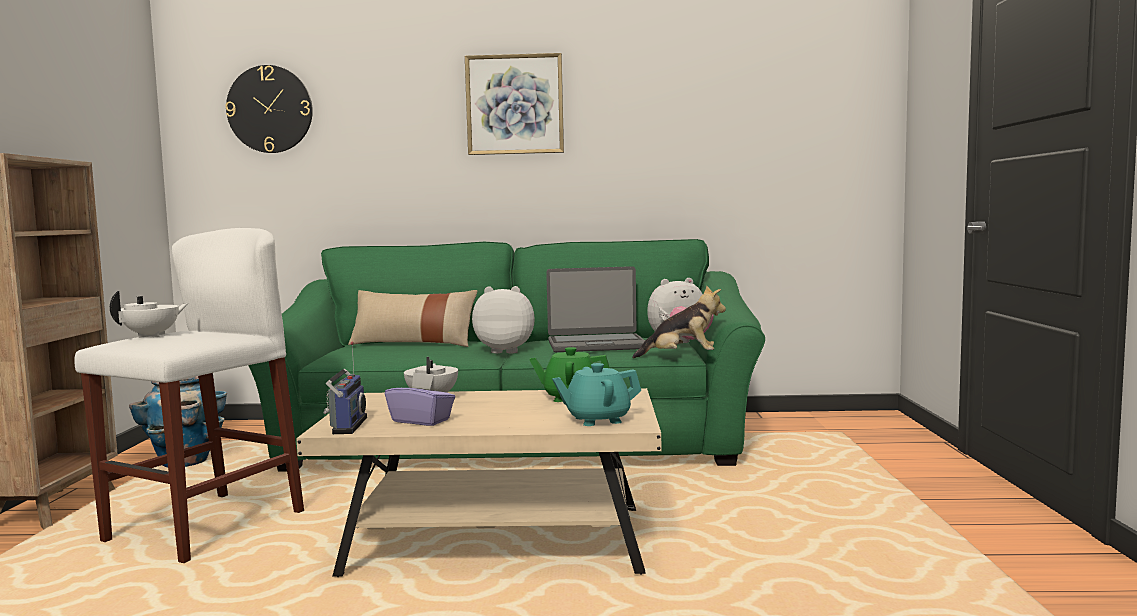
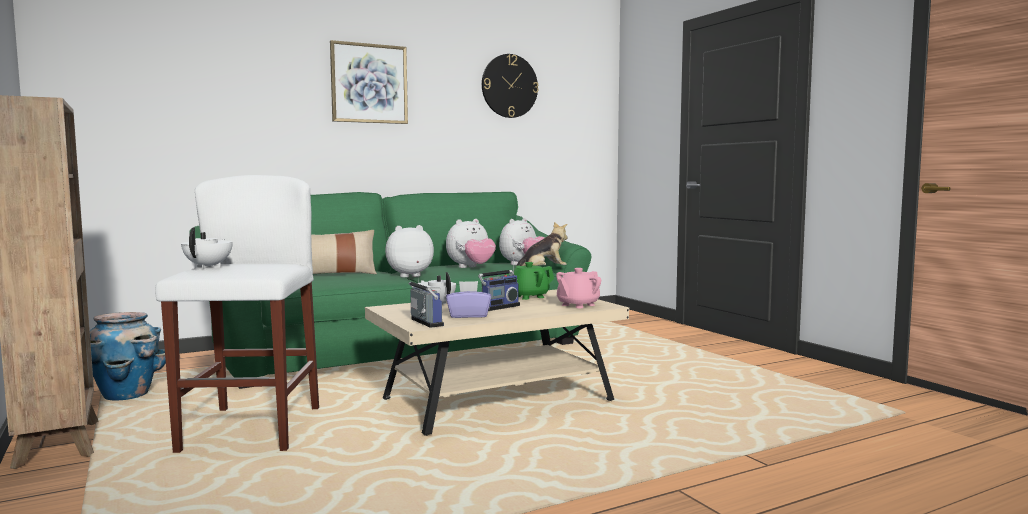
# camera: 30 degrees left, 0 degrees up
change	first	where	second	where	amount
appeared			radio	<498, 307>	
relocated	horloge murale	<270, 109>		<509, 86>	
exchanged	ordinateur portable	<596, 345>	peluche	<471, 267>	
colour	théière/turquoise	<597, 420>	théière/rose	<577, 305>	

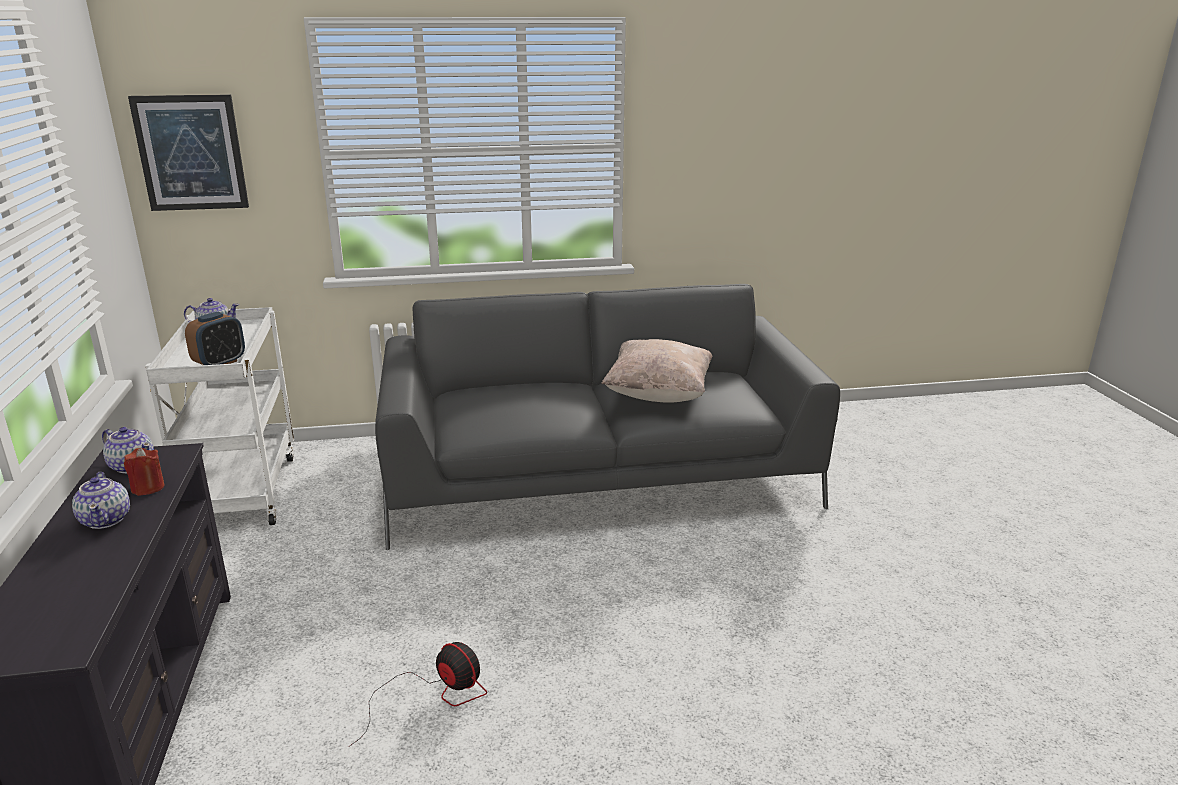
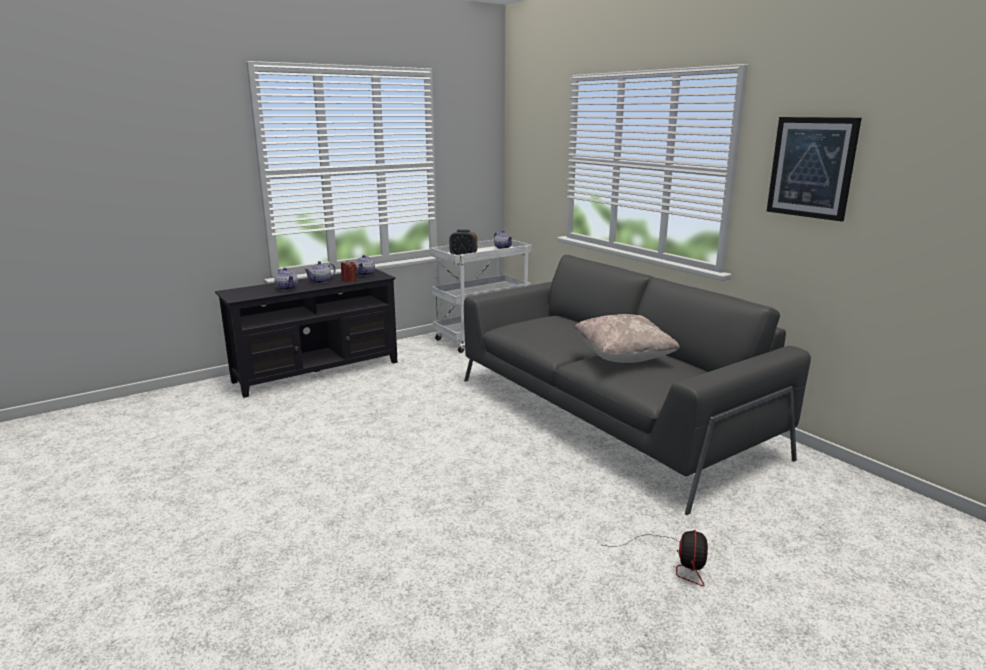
# camera: 65 degrees right, 5 degrees down
change	first	where	second	where	amount
appeared			théière	<287, 288>	
relocated	tableau	<191, 153>		<812, 167>	
relocated	ventilateur	<434, 695>		<674, 562>	

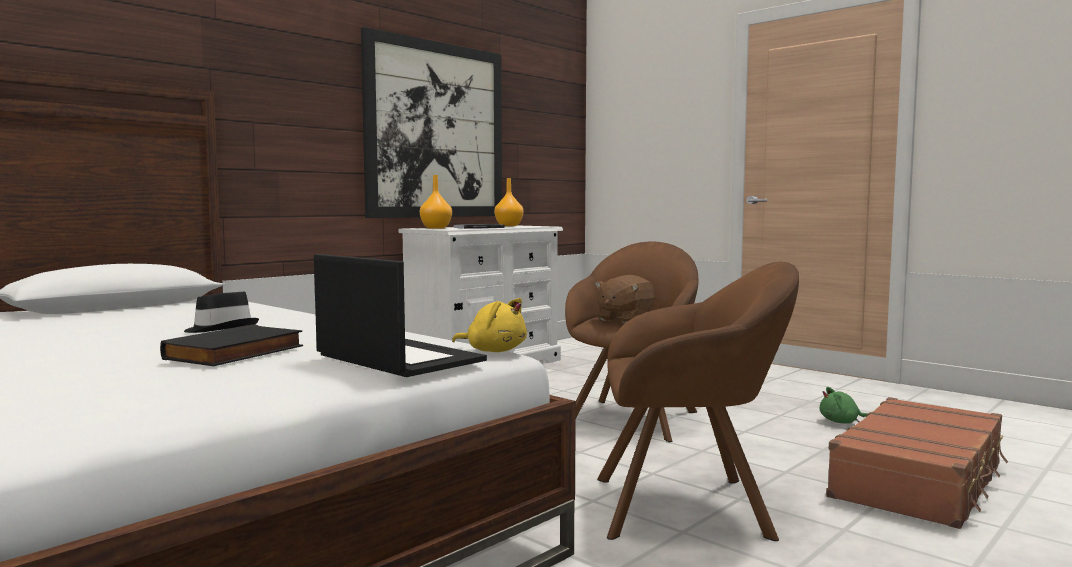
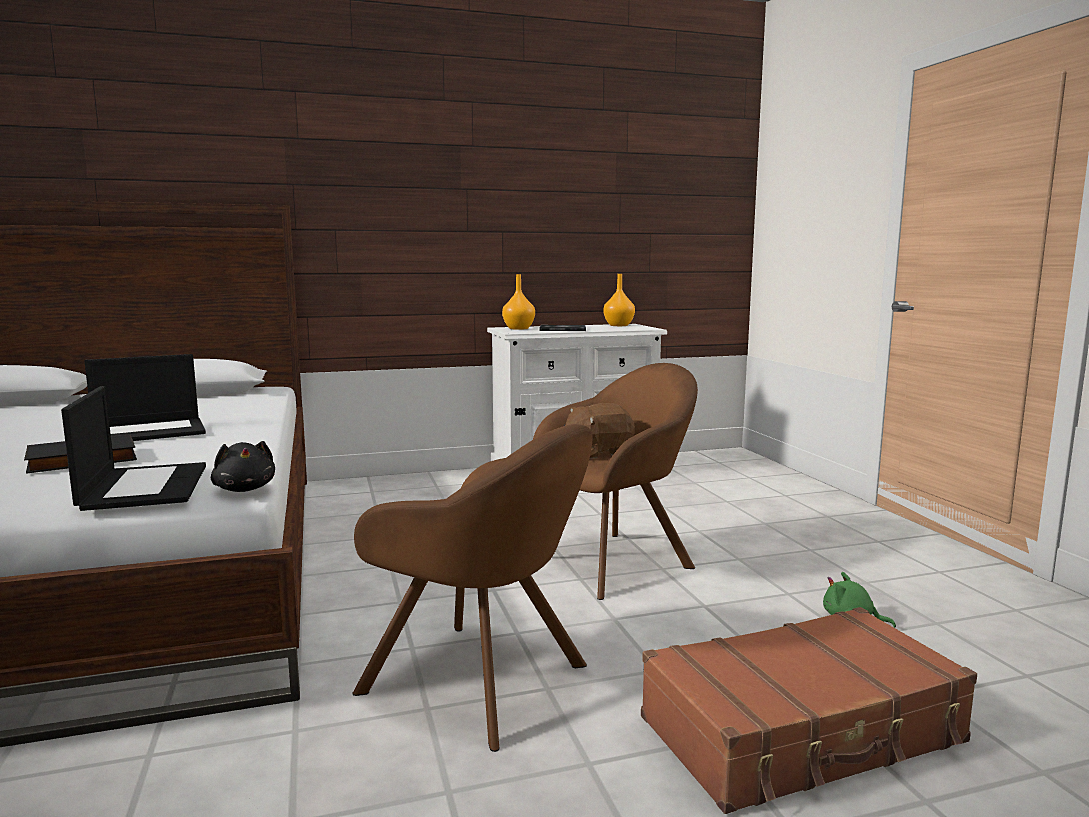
# camera: 30 degrees right, 5 degrees up
change	first	where	second	where	amount
missing	tableau	<435, 130>			
exchanged	chapeau/noir	<221, 329>	ordinateur portable	<149, 431>	
colour	peluche/jaune	<494, 351>	peluche/noir	<245, 489>	

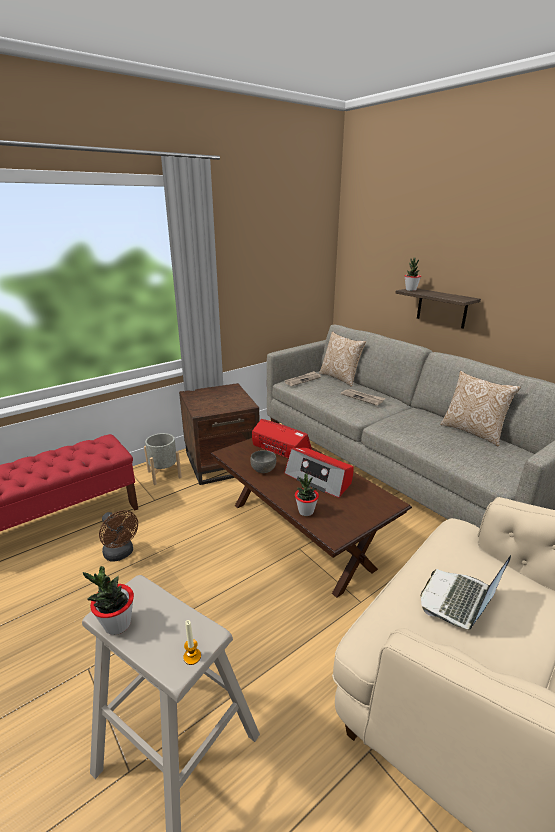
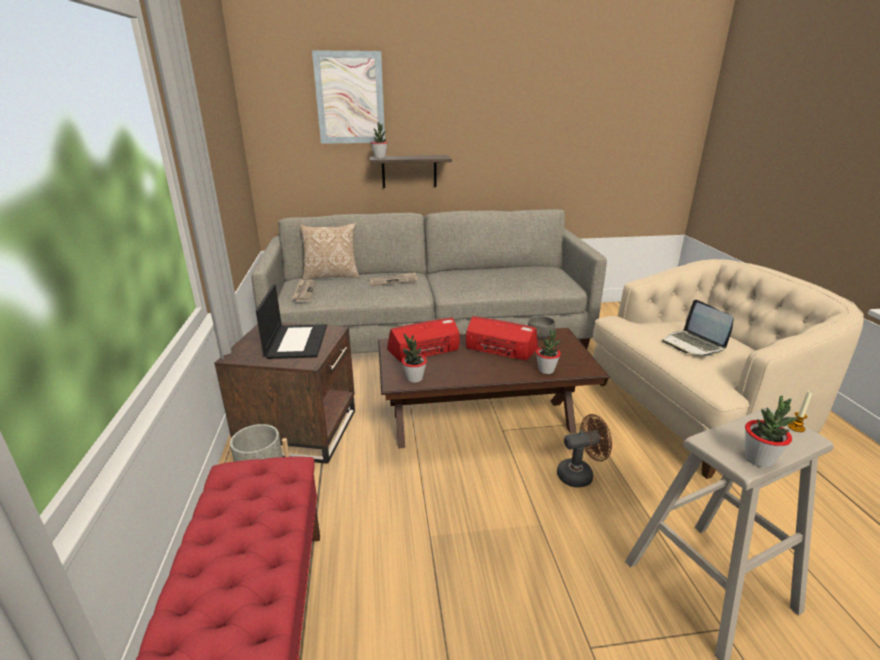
# camera: 60 degrees left, 0 degrees up
change	first	where	second	where	amount
missing	coussin	<473, 432>			
appeared			ordinateur portable	<296, 341>	
appeared			tableau	<350, 98>	
appeared			plante en pot	<414, 378>	
relocated	ventilateur/marron	<121, 554>		<580, 474>	
relocated	bol/gris	<263, 469>		<540, 335>	
spun	radio	<319, 479>		<500, 349>	135 degrees counterclockwise

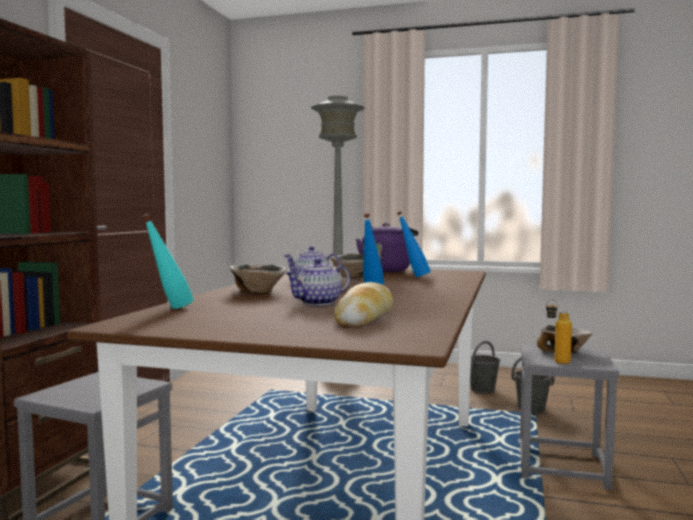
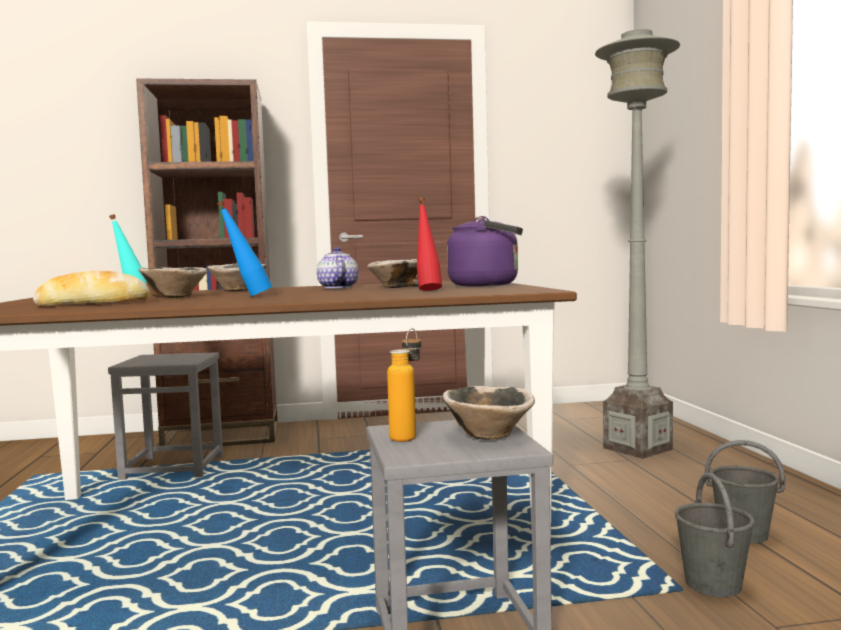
# camera: 65 degrees right, 0 degrees up
change	first	where	second	where	amount
exchanged	théière	<318, 303>	bol	<175, 297>	
colour	bouteille/bleu	<413, 277>	bouteille/rouge	<427, 290>	

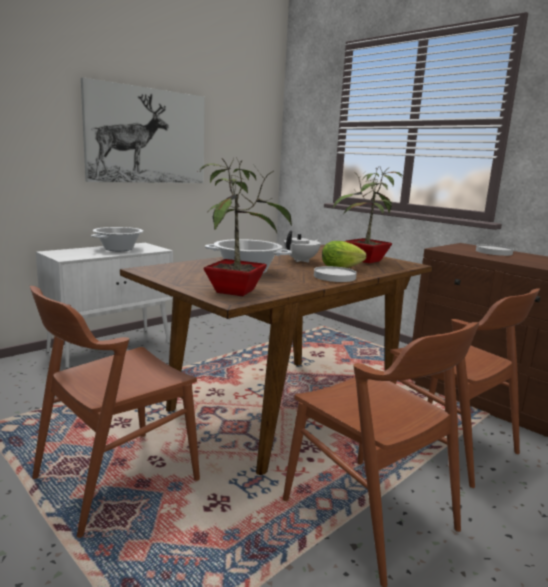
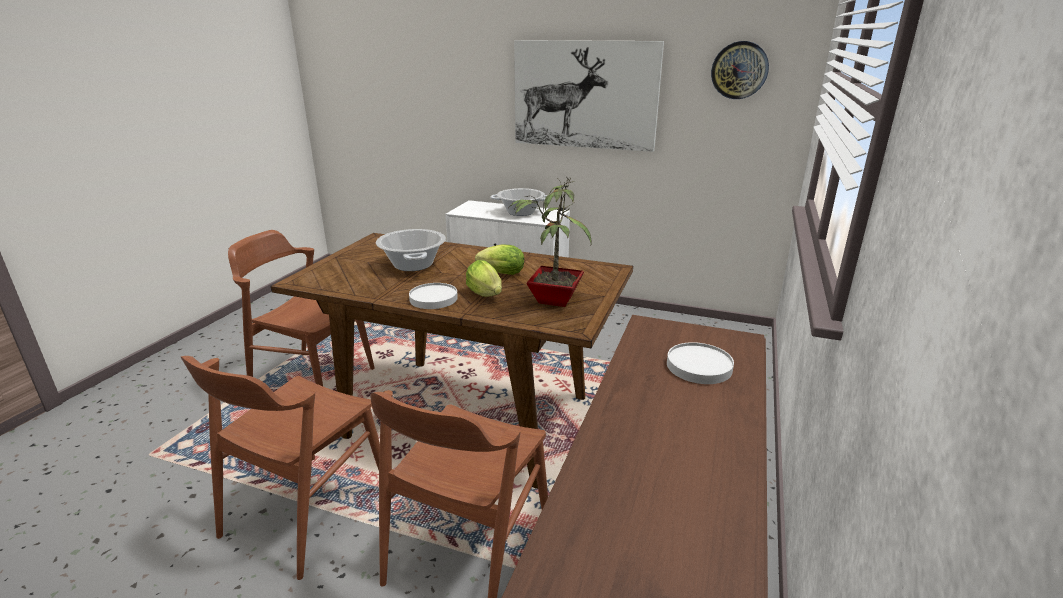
# camera: 65 degrees right, 10 degrees up
change	first	where	second	where	amount
missing	plante en pot	<236, 291>			
appeared			horloge murale	<739, 70>	
exchanged	théière/blanc	<301, 261>	laitue	<499, 273>	

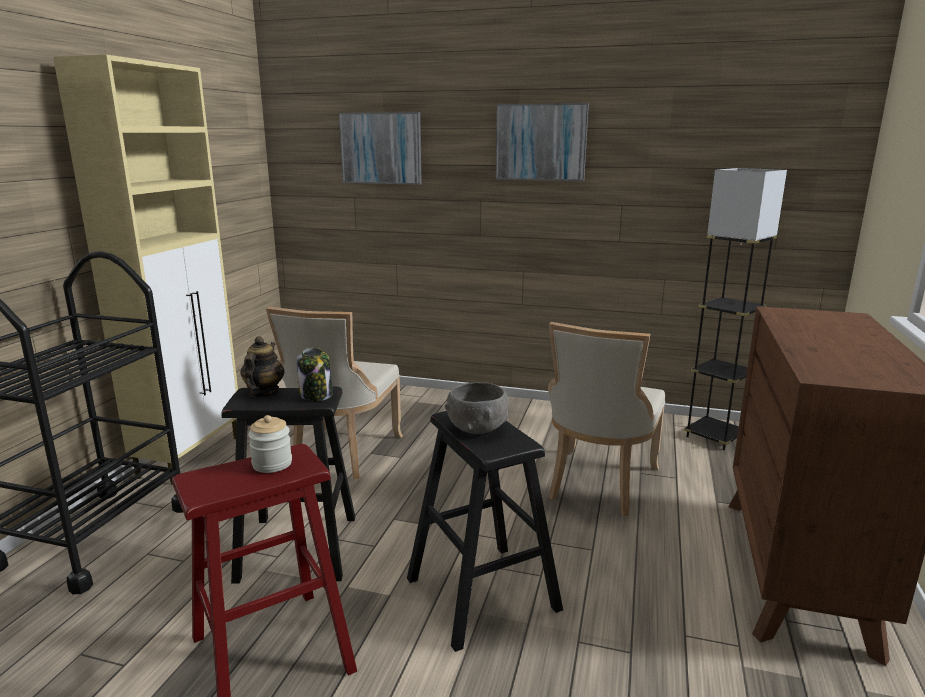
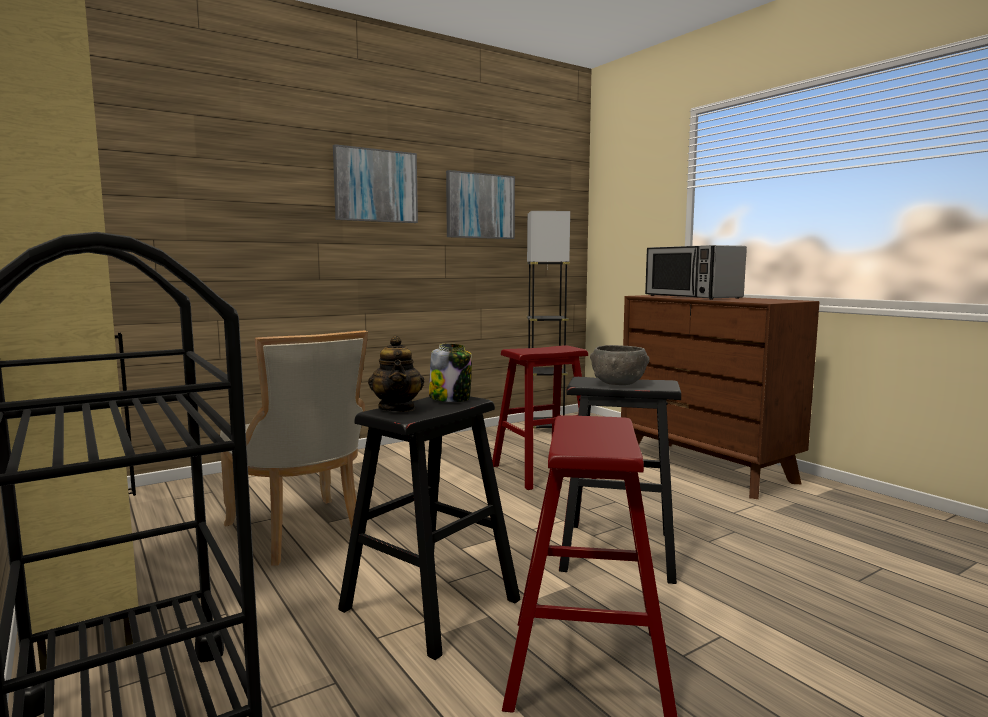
# camera: 50 degrees left, 10 degrees down
change	first	where	second	where	amount
missing	bocal	<272, 464>			
appeared			micro-ondes	<691, 297>	
relocated	tableau	<381, 148>		<480, 206>	
exchanged	chaise/beige	<599, 484>	tabouret/rouge	<542, 471>	
spun	théière	<263, 392>		<397, 408>	150 degrees counterclockwise

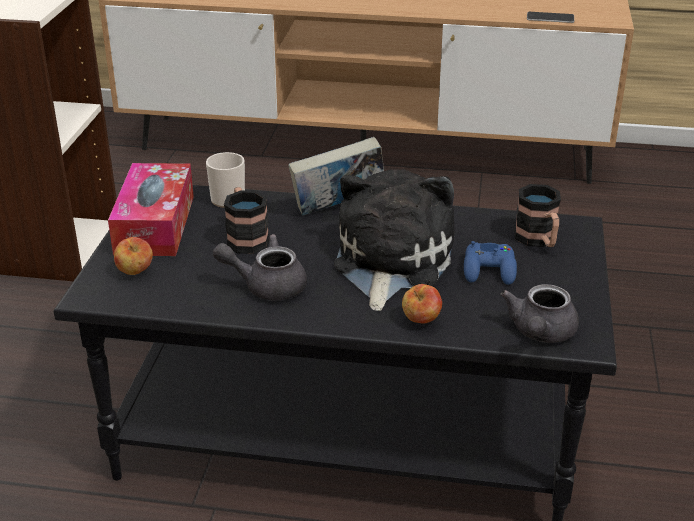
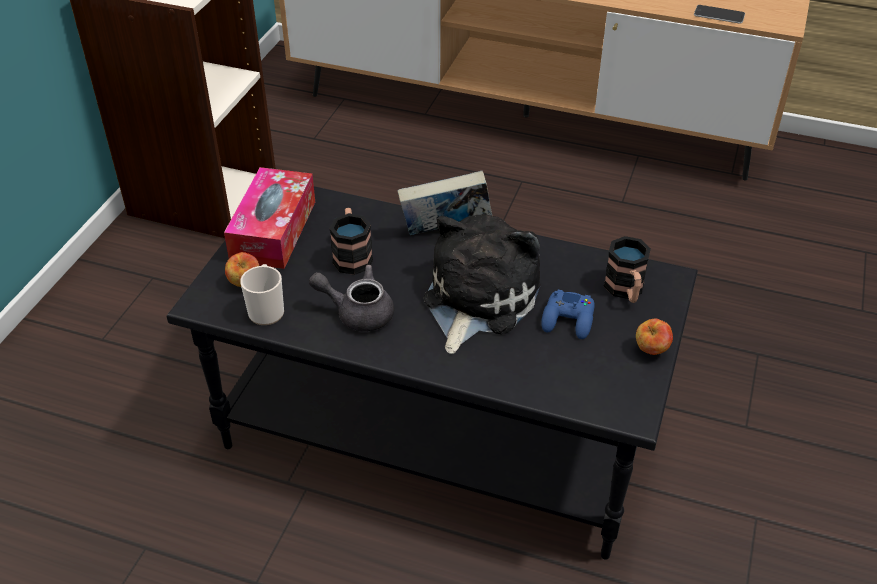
# camera: 10 degrees right, 10 degrees up
change	first	where	second	where	amount
missing	théière/gris	<540, 333>			
relocated	mug	<227, 197>		<266, 310>	
relocated	pomme	<421, 321>		<651, 350>	

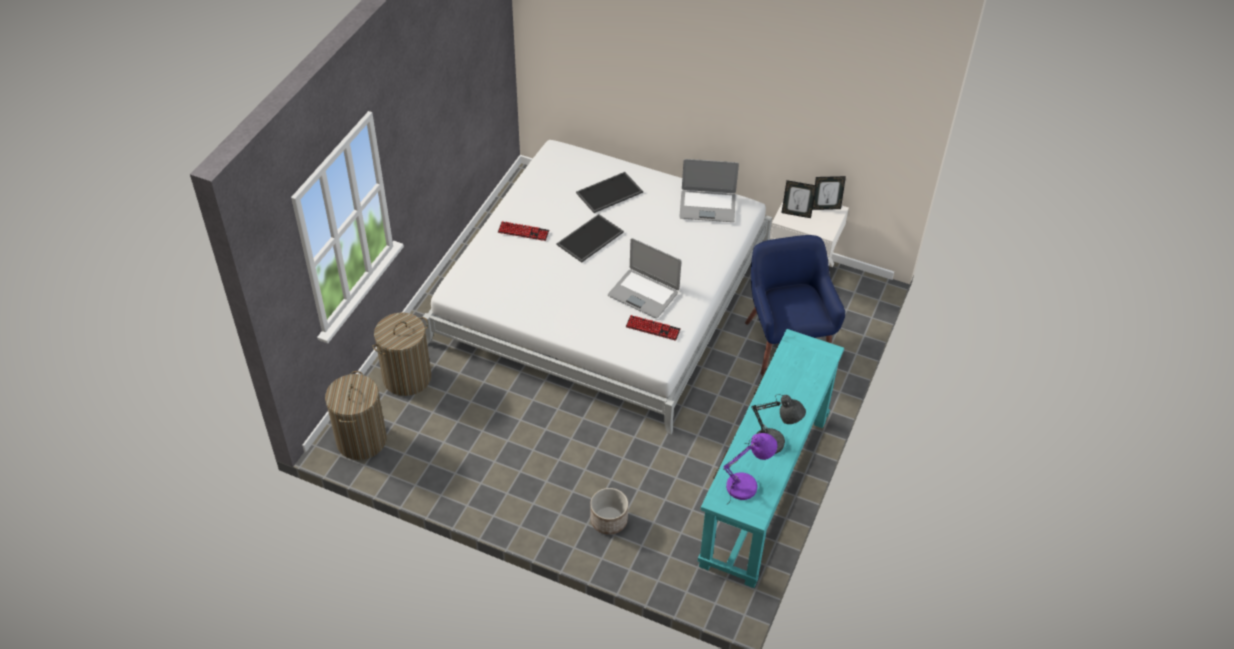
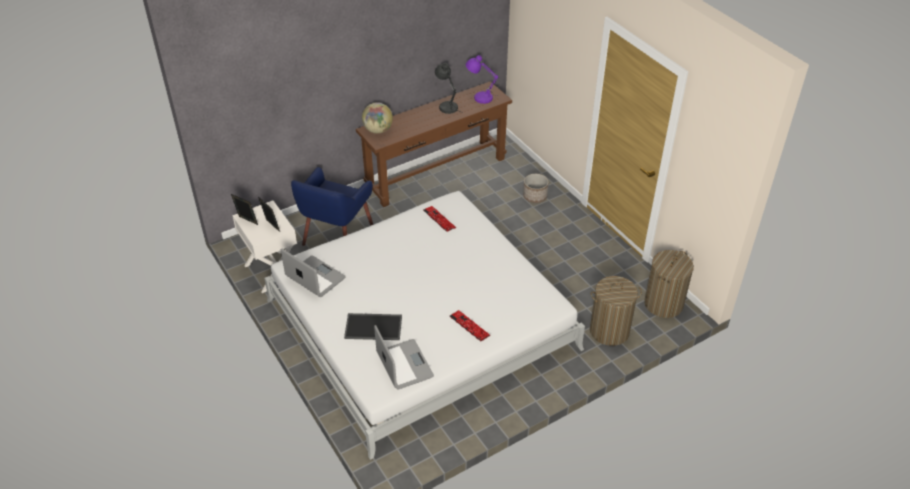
# camera: 145 degrees left, 5 degrees down
change	first	where	second	where	amount
missing	plateau	<590, 239>			
appeared			globe	<378, 130>	
relocated	ordinateur portable	<643, 294>		<404, 365>	
colour	table console/turquoise	<764, 490>	table console/marron	<436, 172>	

